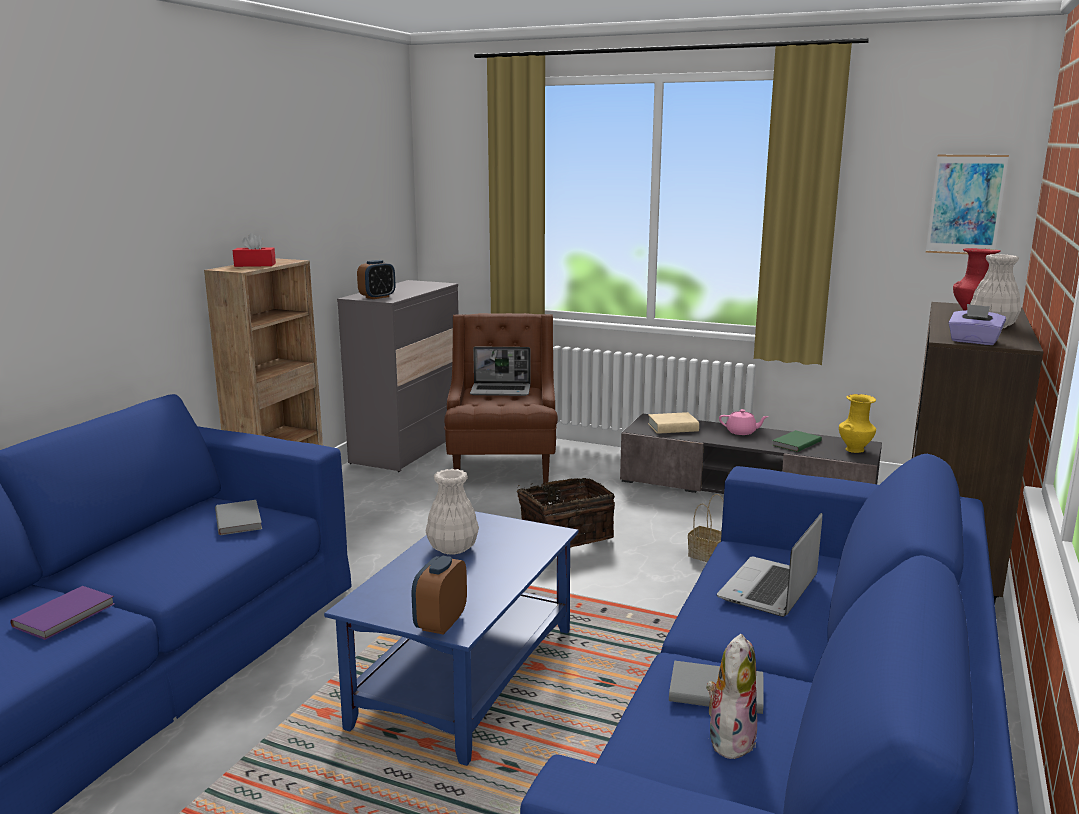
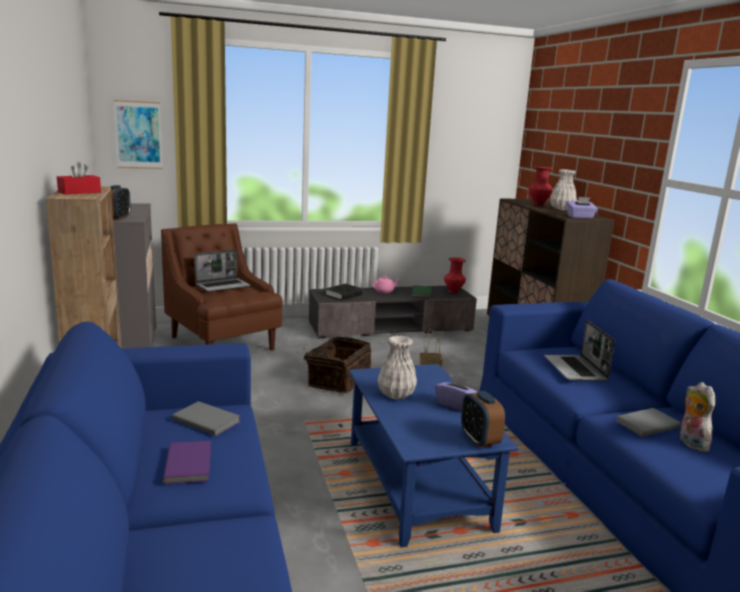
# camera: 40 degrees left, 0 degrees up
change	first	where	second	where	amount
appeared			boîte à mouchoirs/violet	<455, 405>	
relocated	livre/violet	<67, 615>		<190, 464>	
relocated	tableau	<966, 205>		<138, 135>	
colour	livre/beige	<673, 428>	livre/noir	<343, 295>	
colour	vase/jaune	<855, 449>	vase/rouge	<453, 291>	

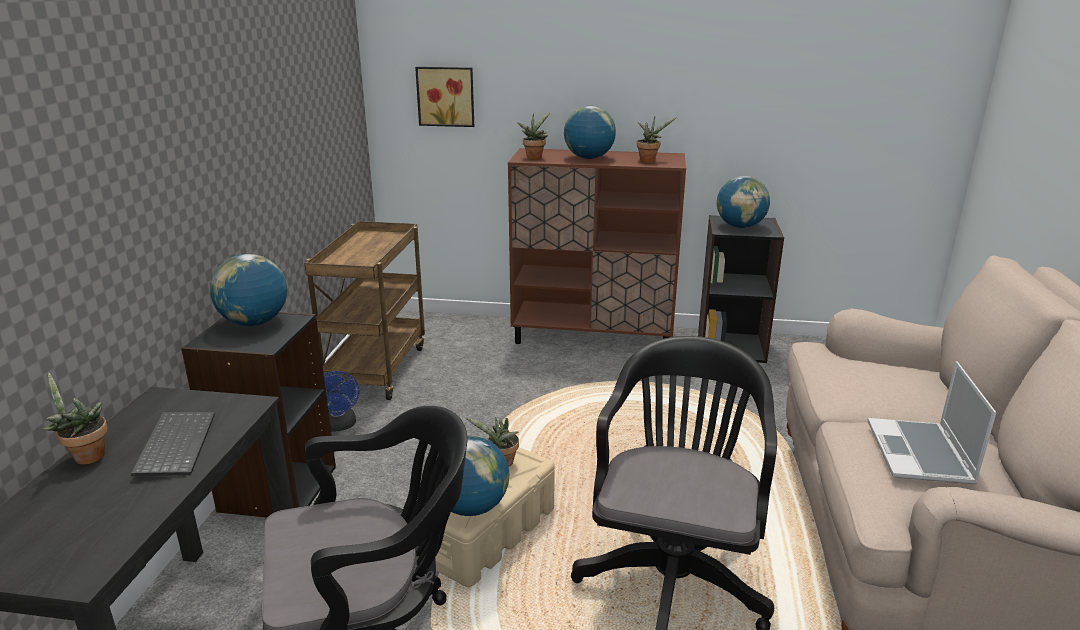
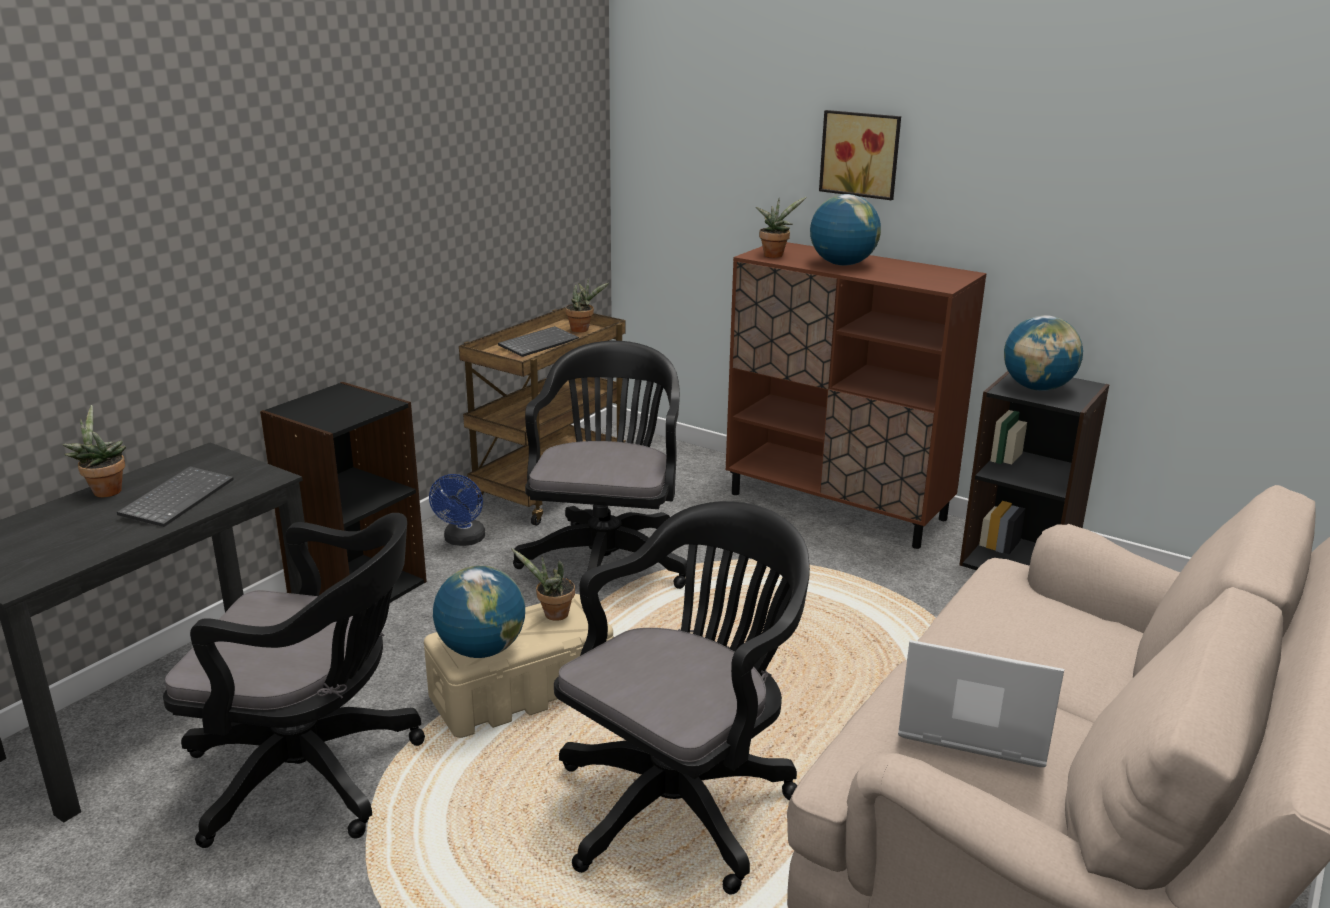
# camera: 25 degrees right, 0 degrees up
change	first	where	second	where	amount
missing	globe	<254, 322>			
appeared			clavier	<538, 343>	
appeared			chaise de bureau/noir	<607, 560>	
relocated	tableau	<446, 96>		<861, 154>	
relocated	plante en pot	<649, 160>		<582, 329>	
spun	ordinateur portable	<920, 454>		<971, 724>	75 degrees clockwise

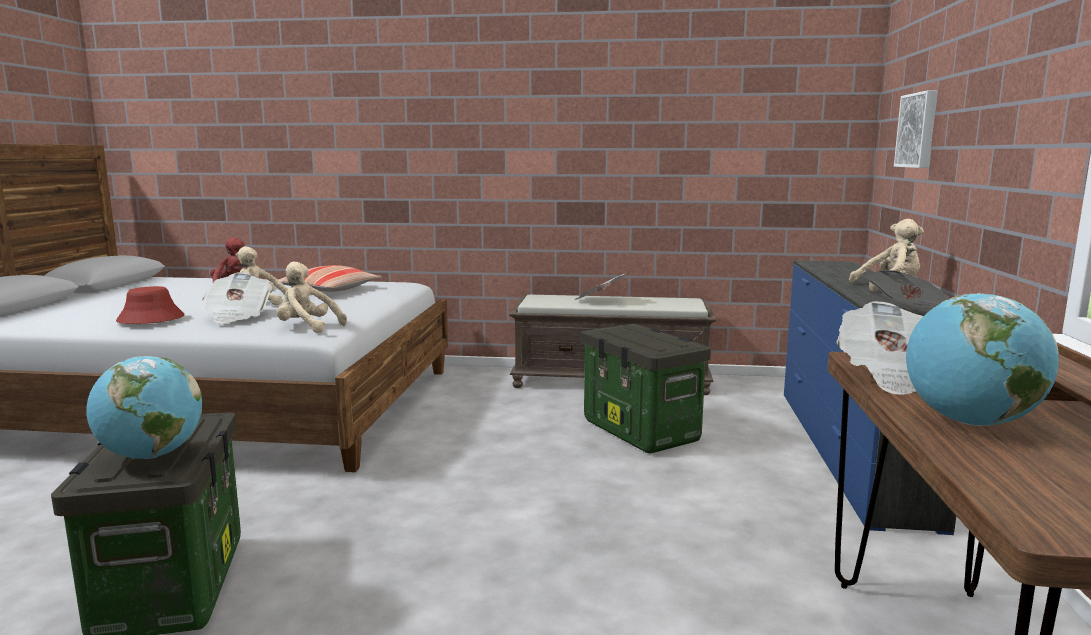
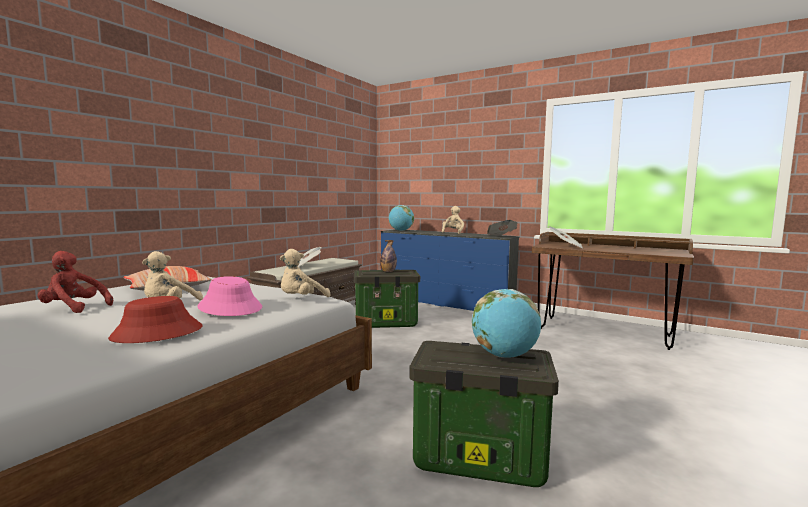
# camera: 65 degrees left, 5 degrees down
change	first	where	second	where	amount
missing	tableau	<918, 130>			
appeared			bouteille	<388, 272>	
relocated	globe	<969, 422>		<401, 231>	
exchanged	journal	<237, 316>	chapeau/rose	<230, 307>	

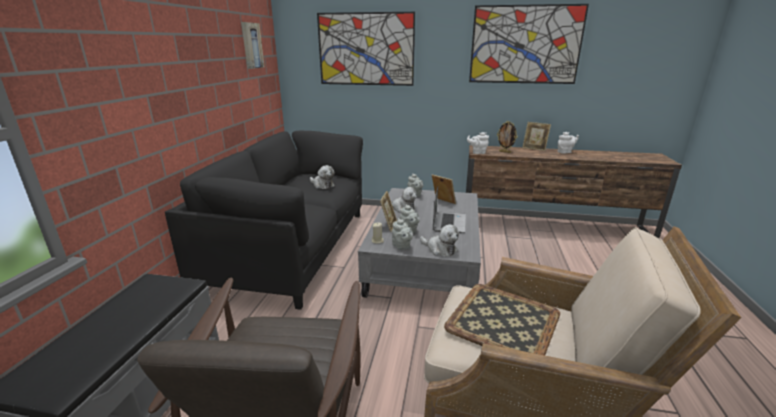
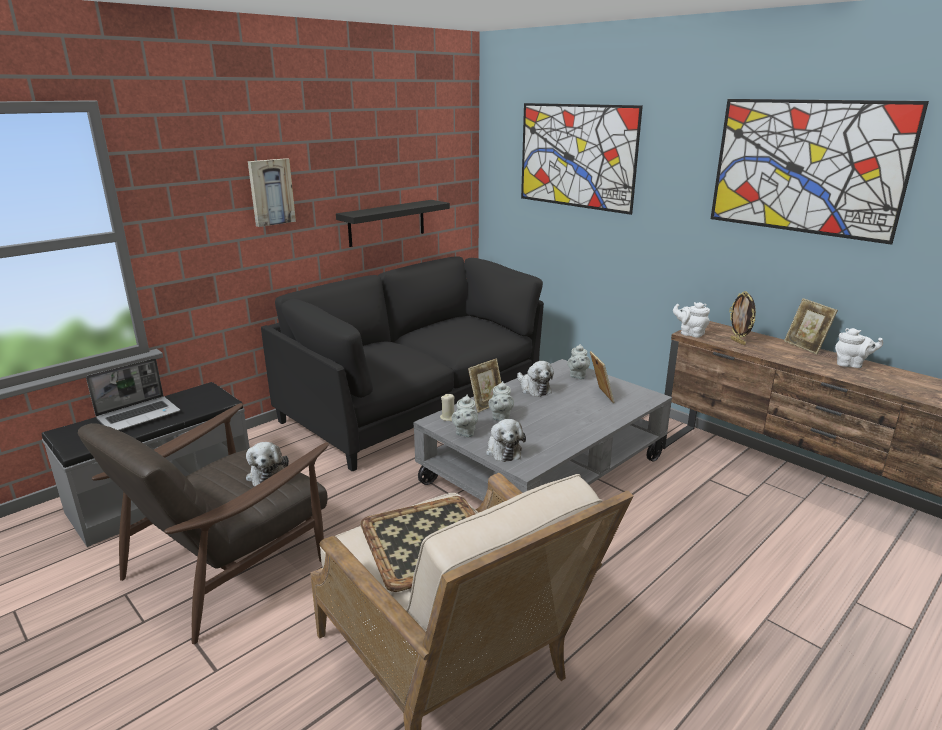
# camera: 35 degrees right, 0 degrees up
change	first	where	second	where	amount
appeared			étagère/noir	<387, 223>	
relocated	tableau	<251, 45>		<271, 192>	
relocated	peluche	<322, 185>		<267, 474>	
relocated	ordinateur portable	<448, 223>		<139, 415>	

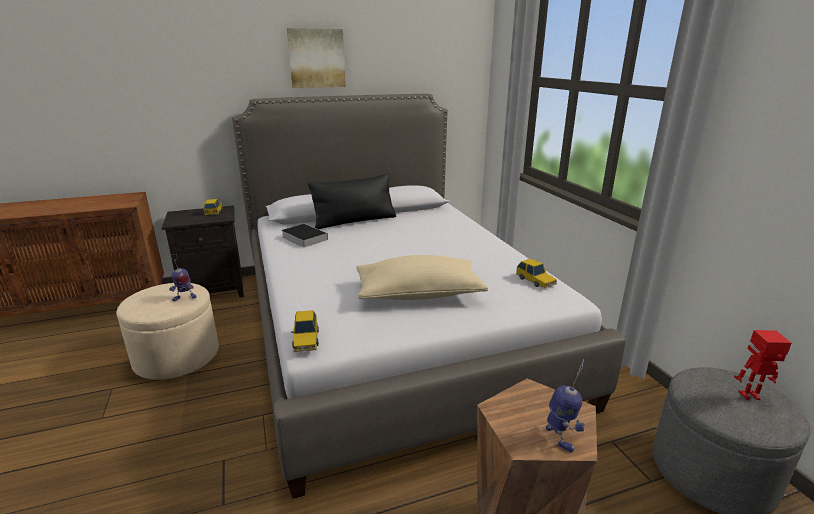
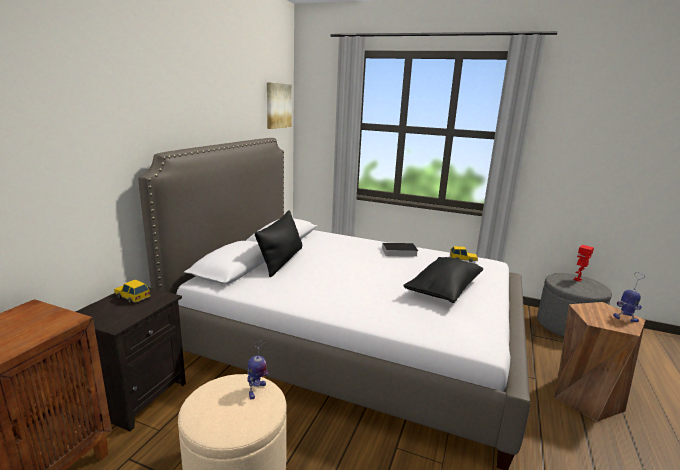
# camera: 50 degrees left, 5 degrees down
change	first	where	second	where	amount
missing	petite voiture	<306, 339>			
relocated	livre	<303, 238>		<398, 252>	
relocated	tableau	<316, 58>		<278, 105>	
colour	coussin/beige	<418, 294>	coussin/noir	<443, 290>	

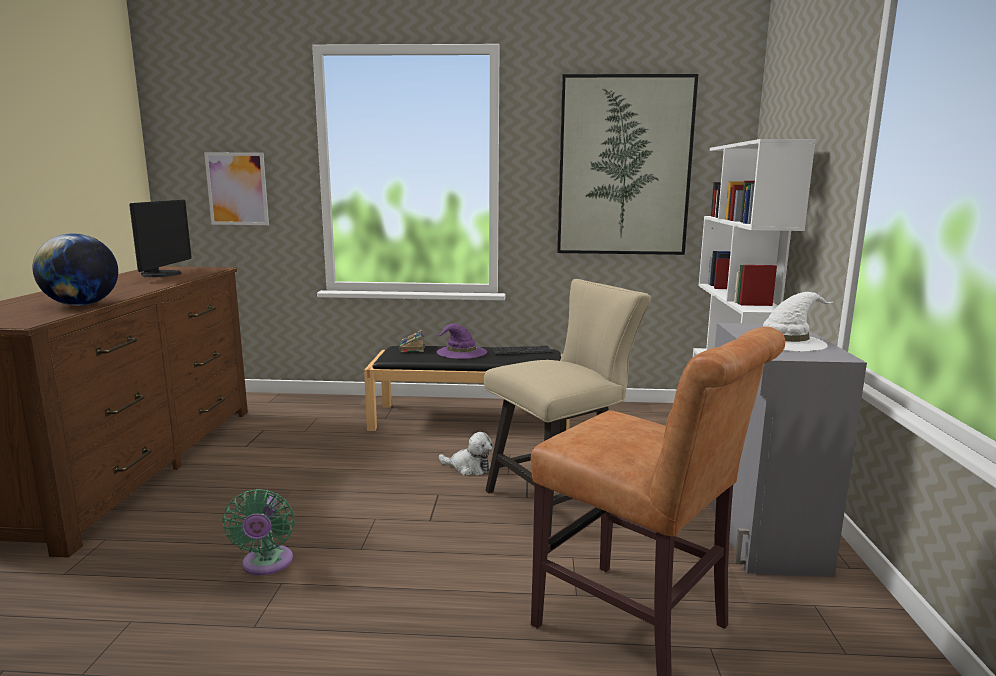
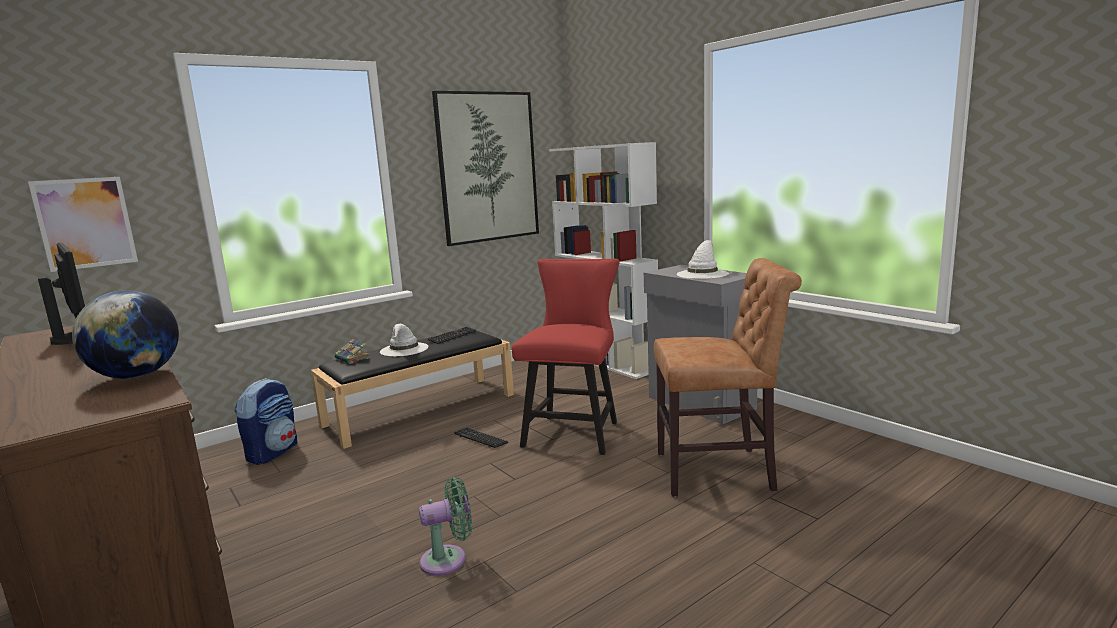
# camera: 40 degrees left, 0 degrees up
change	first	where	second	where	amount
appeared			sac à dos	<273, 452>	
exchanged	peluche	<469, 467>	clavier	<480, 439>	
colour	chapeau/violet	<461, 352>	chapeau/blanc	<404, 349>	
colour	chaise/beige	<560, 499>	chaise/rouge	<574, 431>	
spun	ventilateur/vert	<266, 564>		<448, 559>	60 degrees counterclockwise

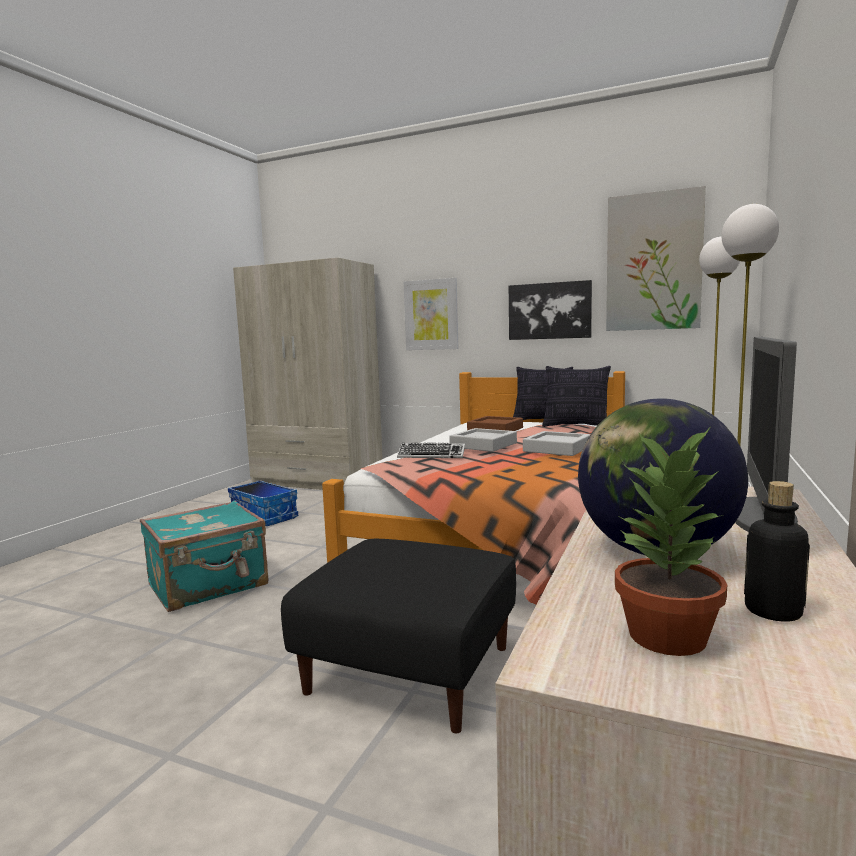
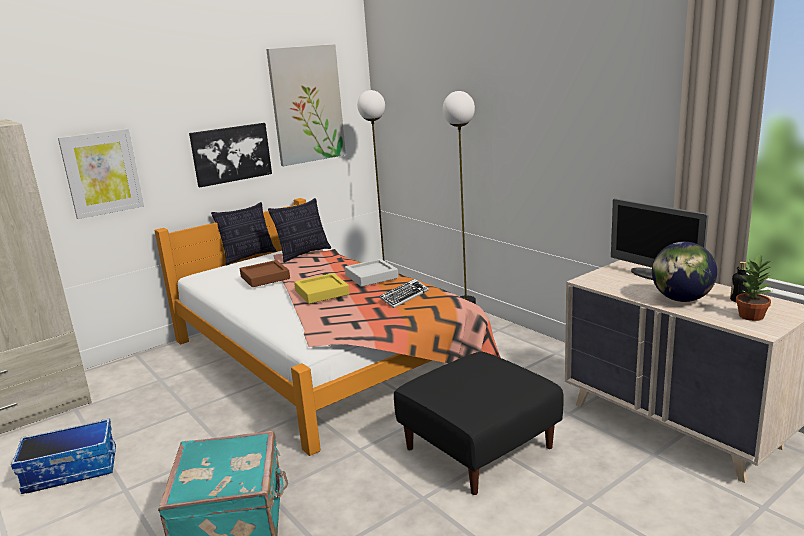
# camera: 60 degrees left, 10 degrees up
change	first	where	second	where	amount
relocated	clavier	<431, 455>		<404, 297>	
colour	plateau/gris	<483, 445>	plateau/jaune	<322, 292>	

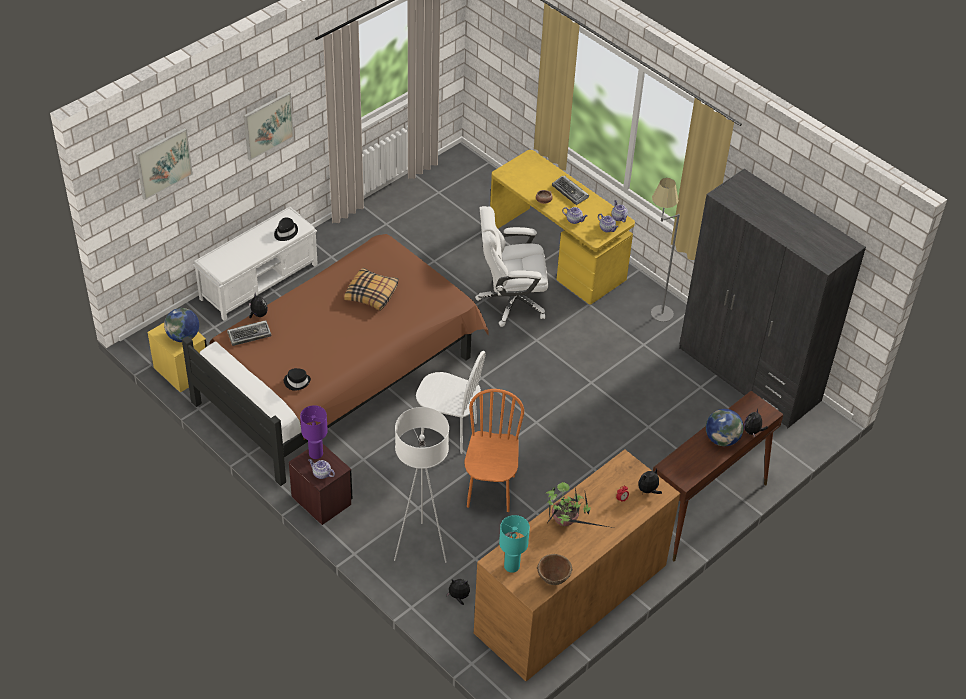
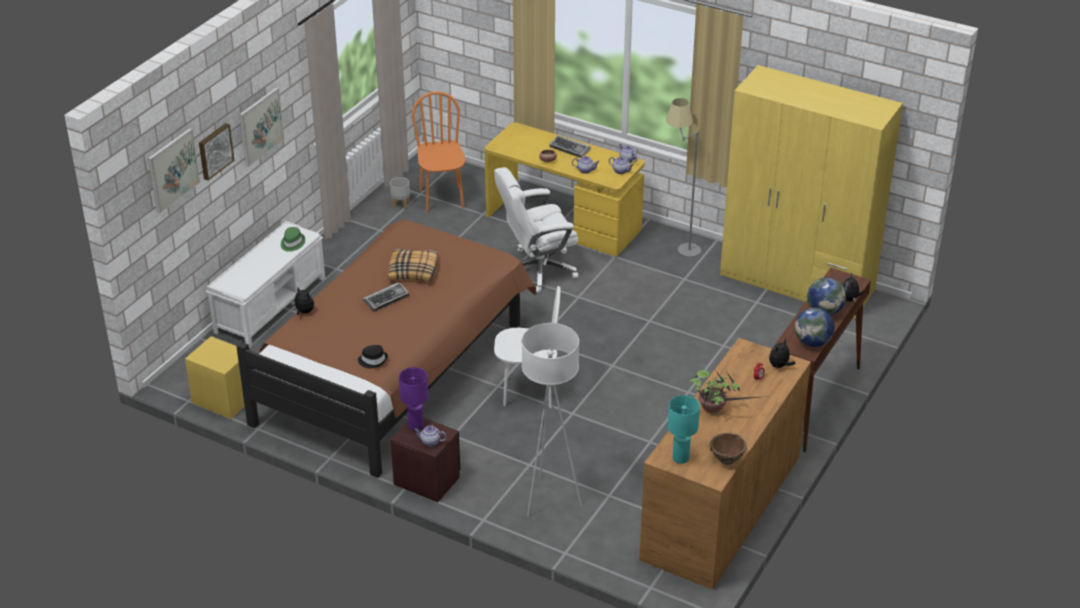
# camera: 15 degrees left, 10 degrees down
change	first	where	second	where	amount
missing	peluche	<458, 597>			
appeared			tableau	<214, 151>	
appeared			cache-pot/gris	<401, 204>	
relocated	globe	<183, 336>		<812, 342>	
relocated	clavier	<250, 335>		<386, 299>	
relocated	chaise/orange	<490, 491>		<442, 199>	
colour	chapeau/noir	<285, 232>	chapeau/vert	<292, 243>	
colour	armoire/gris	<749, 375>	armoire/jaune	<797, 282>	

